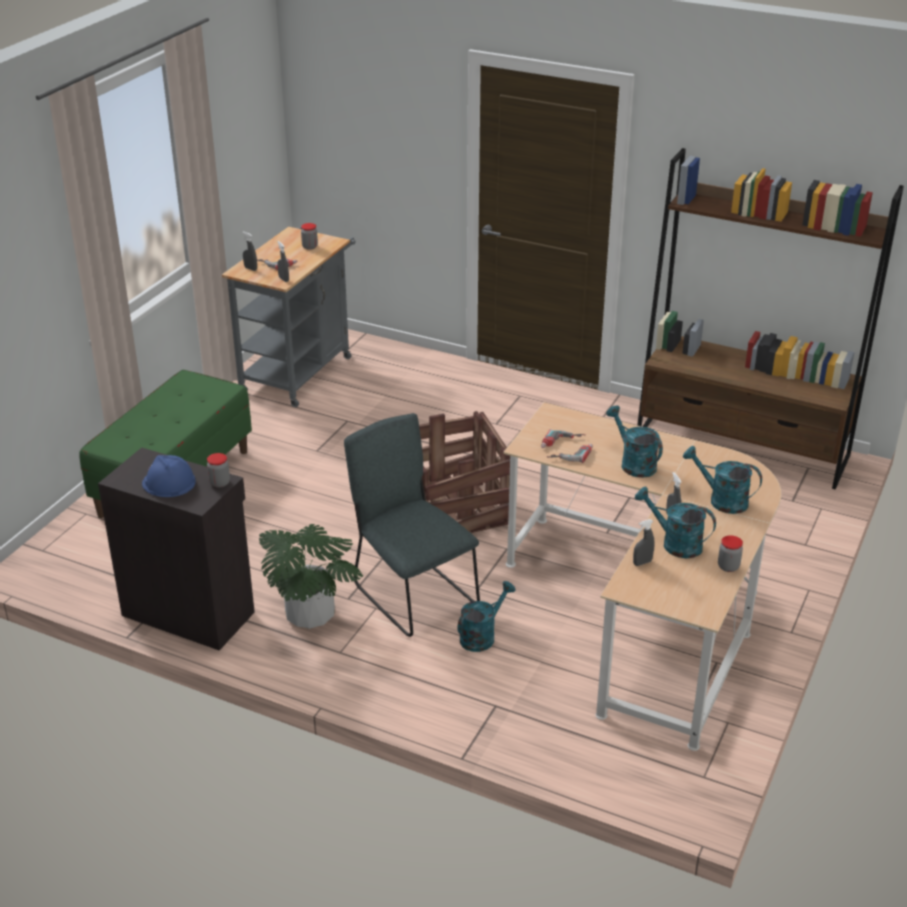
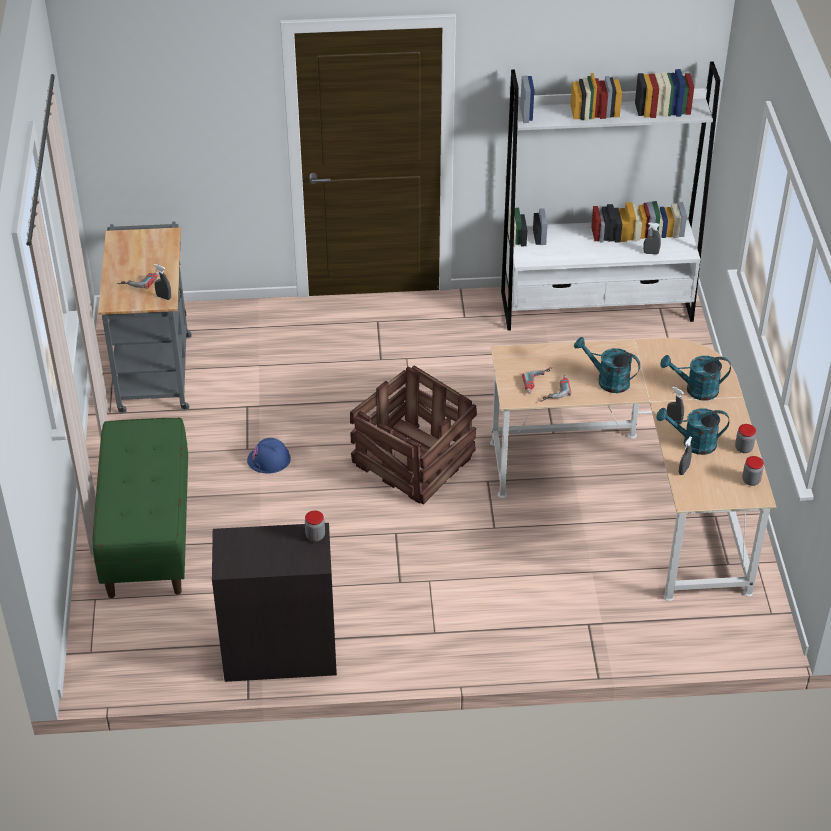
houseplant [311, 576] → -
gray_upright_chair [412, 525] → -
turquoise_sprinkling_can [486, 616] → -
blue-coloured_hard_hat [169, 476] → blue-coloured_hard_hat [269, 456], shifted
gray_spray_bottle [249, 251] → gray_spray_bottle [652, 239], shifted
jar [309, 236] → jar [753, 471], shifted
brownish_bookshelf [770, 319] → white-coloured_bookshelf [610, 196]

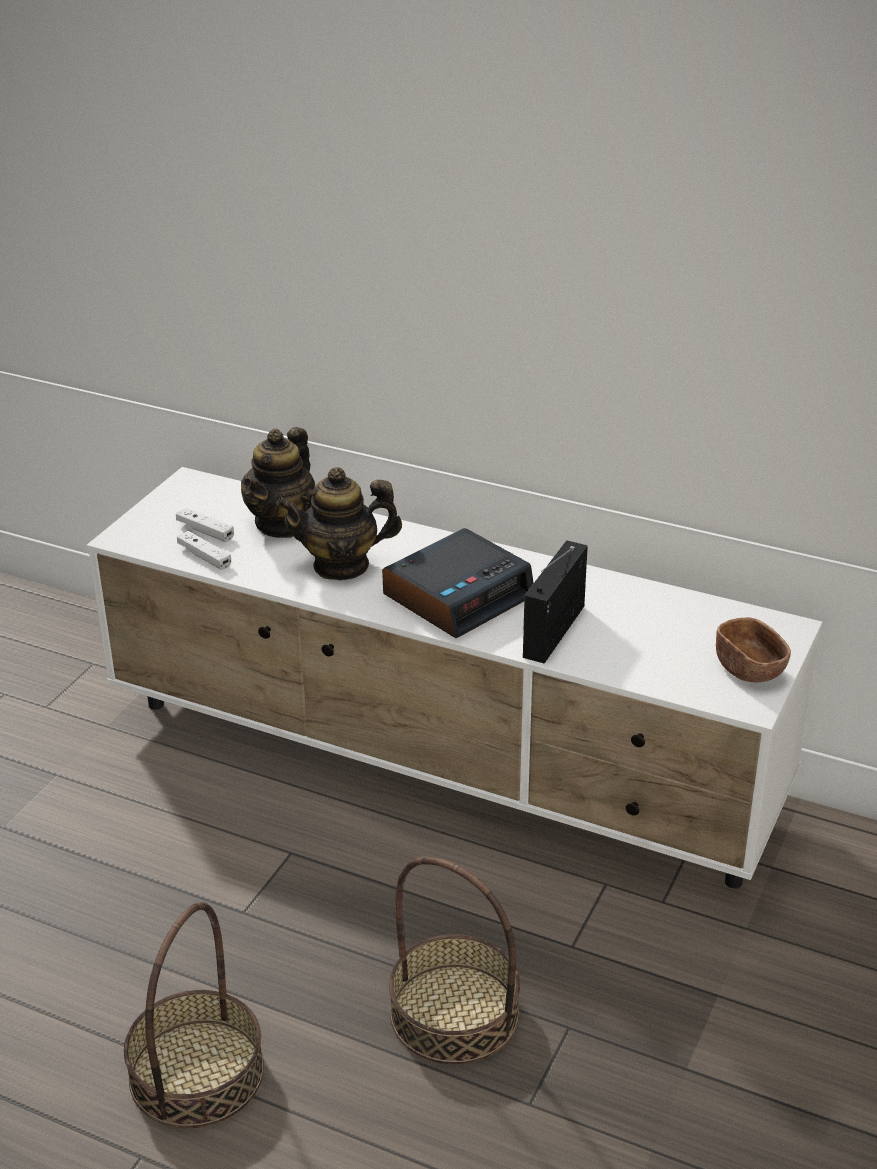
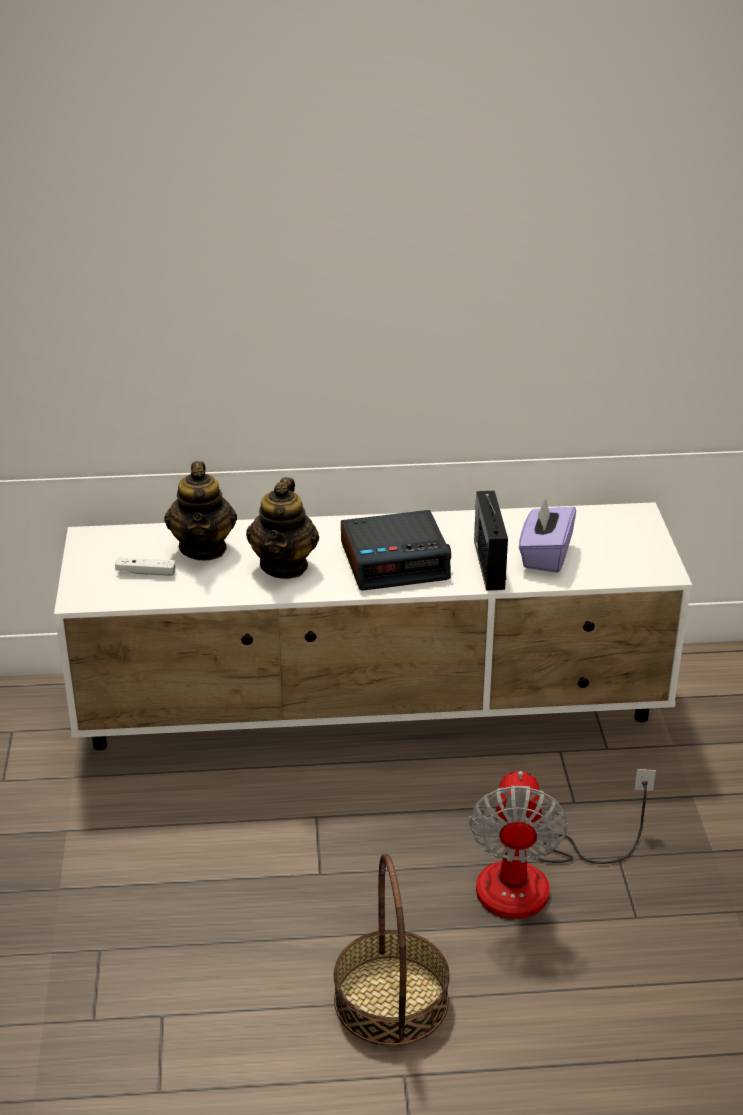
white-coloured_gamepad [204, 550] → -
brownish_deep_dish [753, 649] → -
- → purple-coloured_tissue_box [547, 535]
household_basket [454, 961] → fan [562, 844]
tea_pot [339, 524] → tea_pot [282, 528], 45 degrees counterclockwise
alarm_clock [457, 583] → alarm_clock [396, 550], 60 degrees clockwise

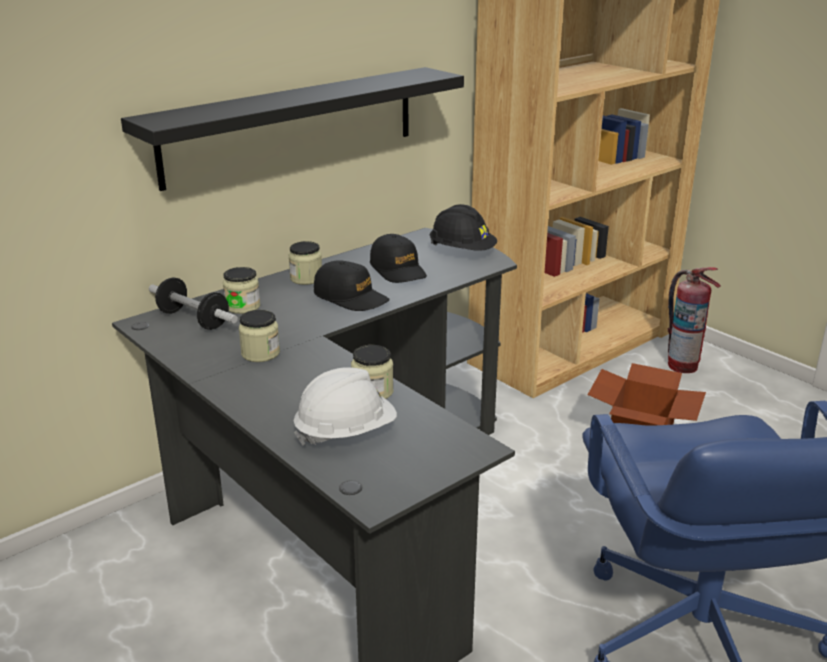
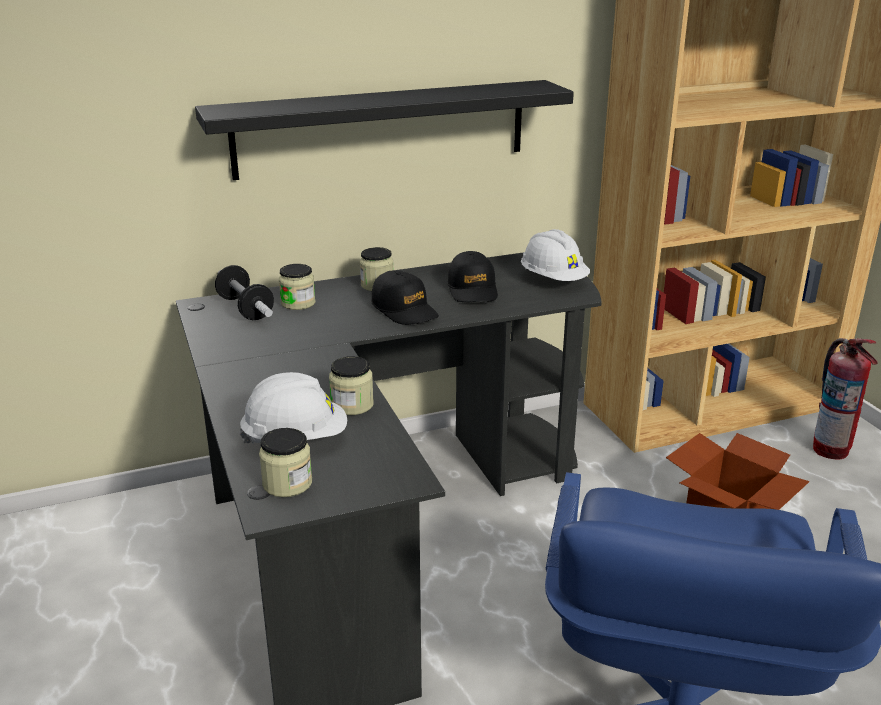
jar [259, 336] → jar [285, 462], shifted
black_hard_hat [463, 227] → white-coloured_hard_hat [555, 255]

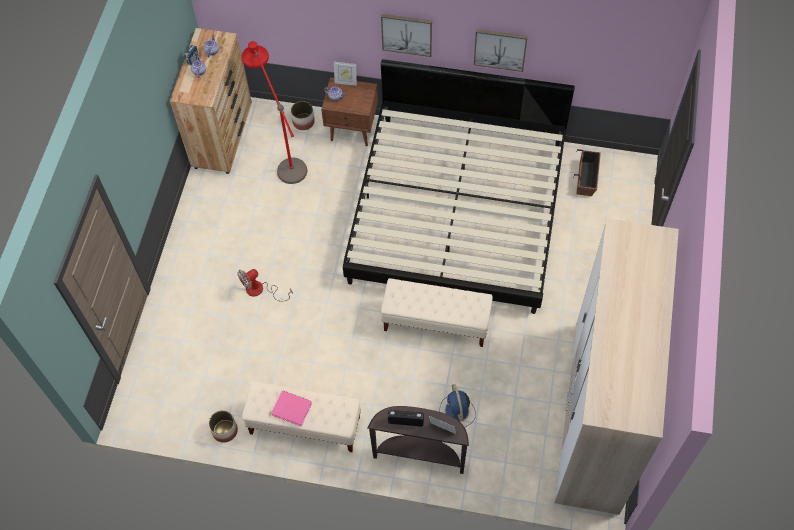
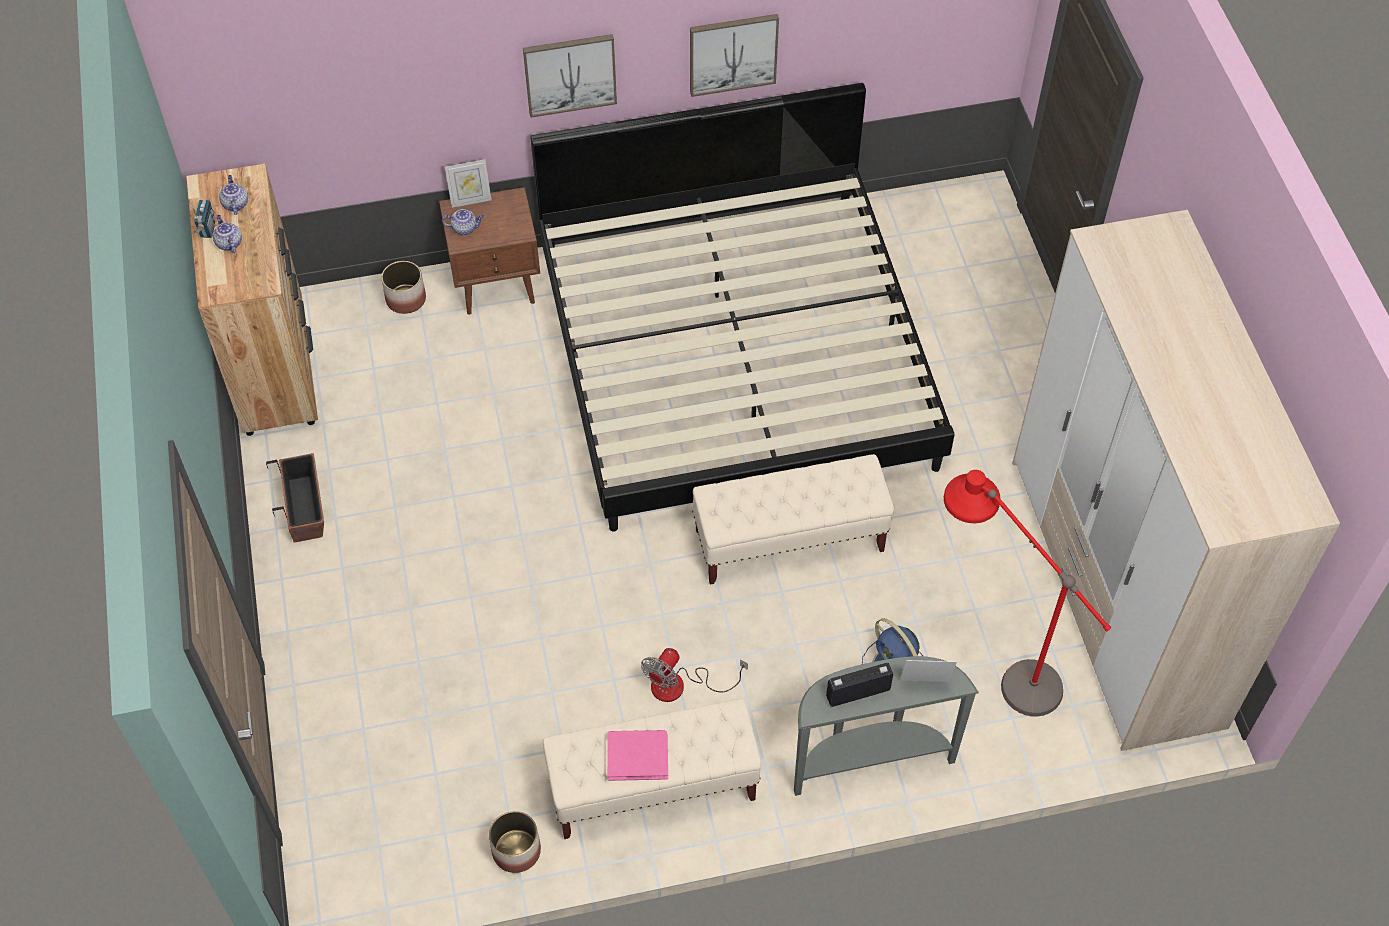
fan [265, 285] → fan [694, 675], shifted
red-coloured_standard_lamp [274, 112] → red-coloured_standard_lamp [1028, 593], shifted
flower_pot [587, 172] → flower_pot [295, 498], shifted
brownish_hall_table [418, 440] → gray_hall_table [886, 726]

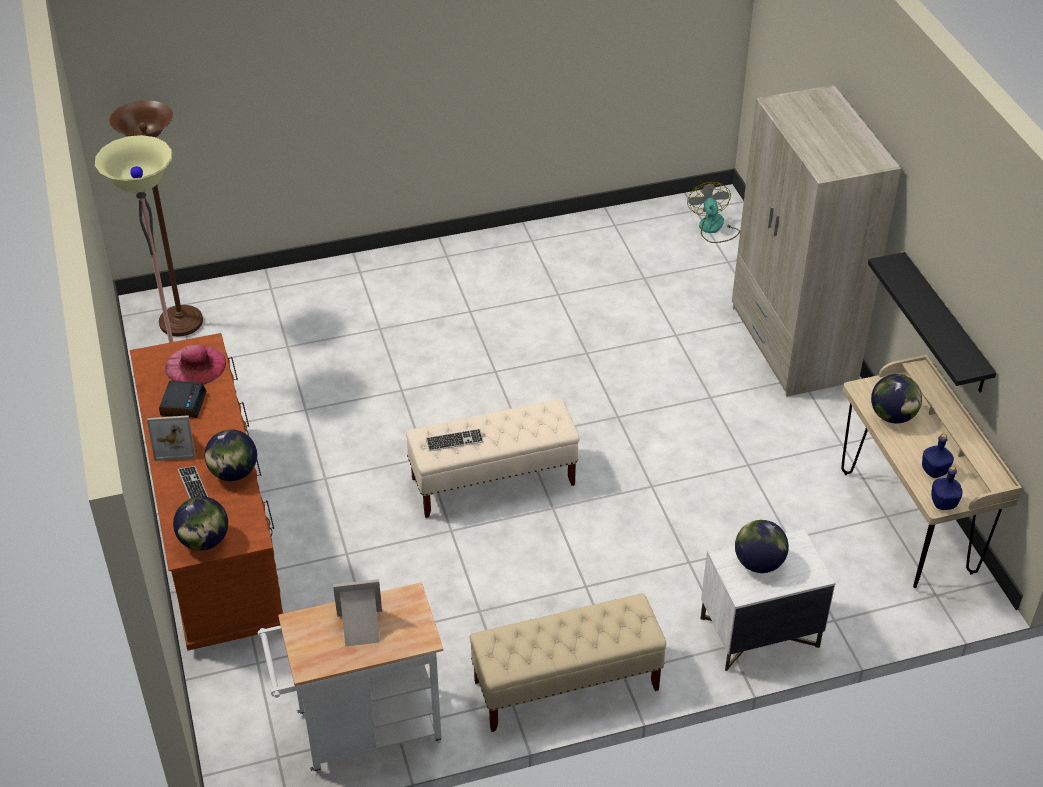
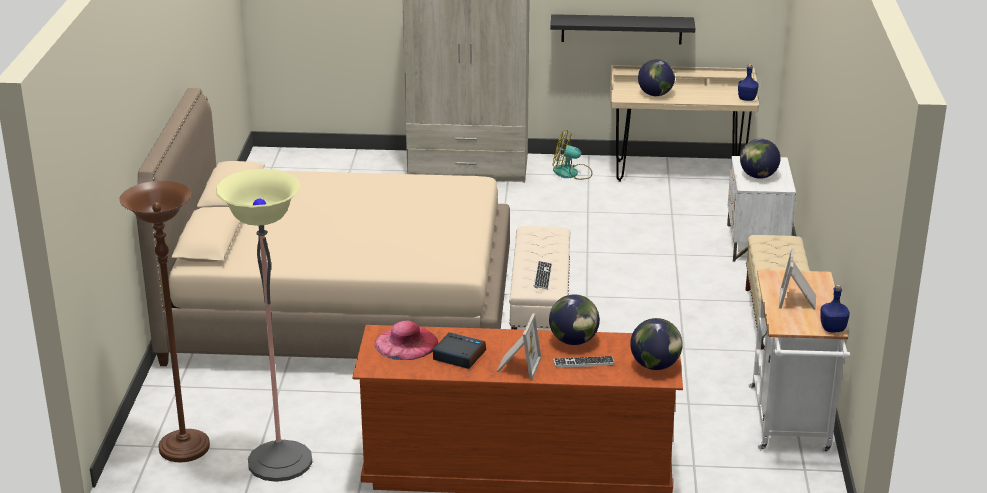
- → beige-coloured_bedroom_bed [323, 227]
fan [713, 212] → fan [572, 155], shifted
blue-coloured_beverage_bottle [938, 456] → blue-coloured_beverage_bottle [835, 308], shifted

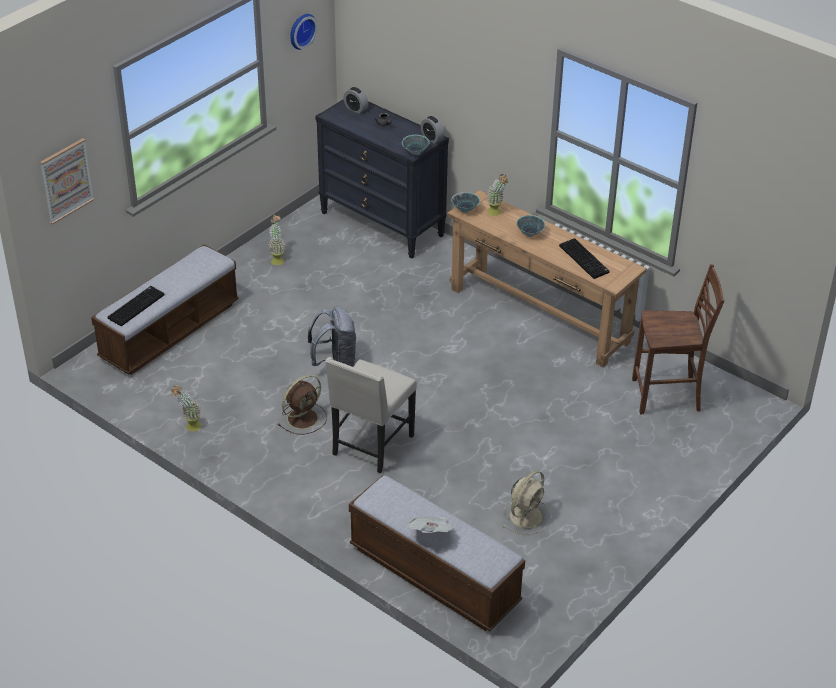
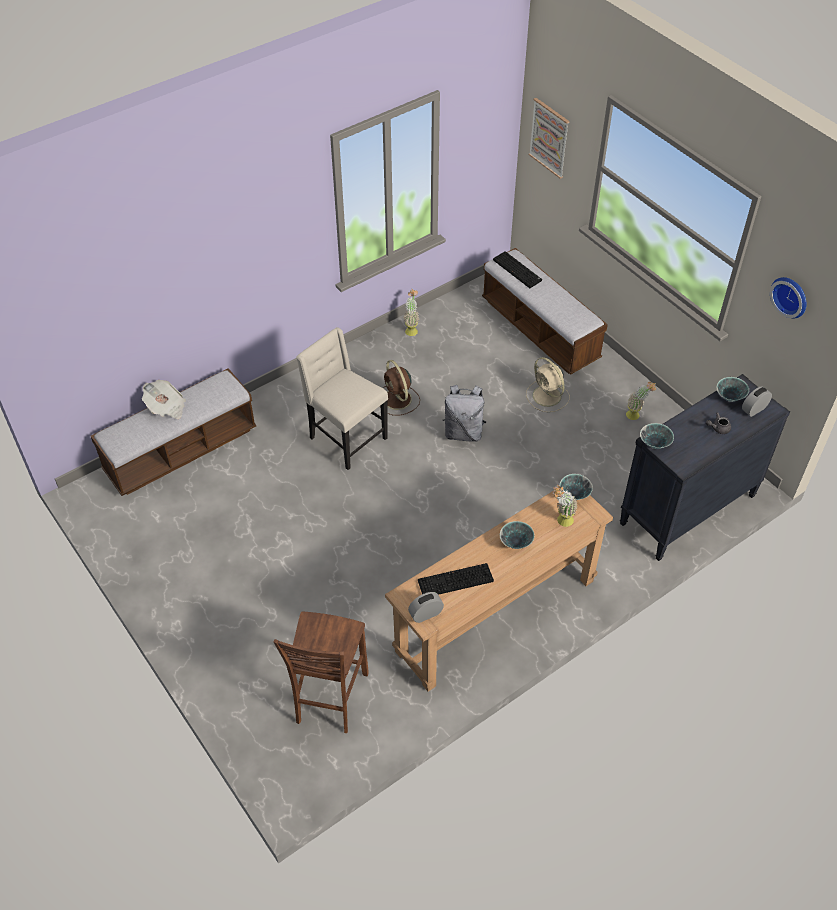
- → deep_dish [732, 389]
alarm_clock [433, 130] → alarm_clock [426, 607], shifted
beige-coloured_fan [527, 503] → beige-coloured_fan [548, 384], shifted

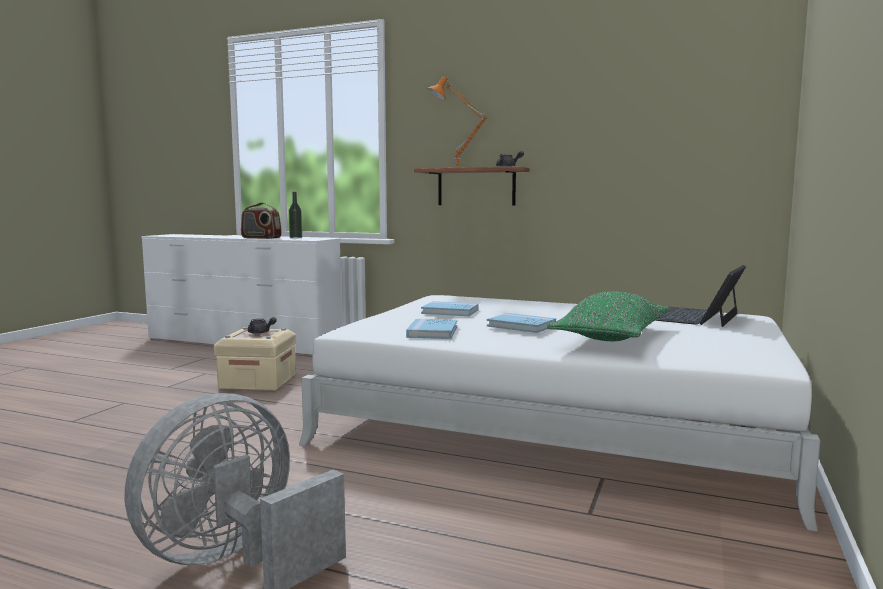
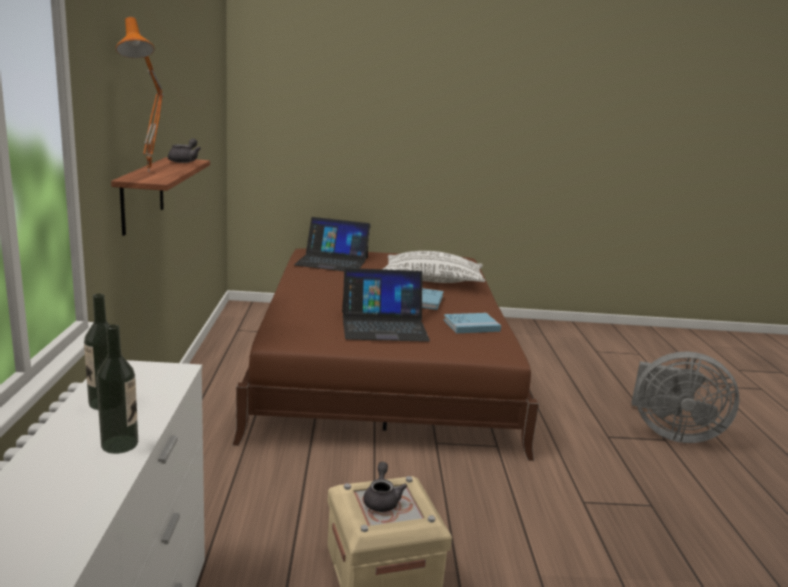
radio_receiver [261, 221] → beverage_bottle [117, 389]
blue-coloured_book [449, 308] → laptop [386, 305]
white-coloured_bedroom_bed [559, 413] → brownish_bedroom_bed [385, 354]
green_throw_pillow [609, 316] → white-coloured_throw_pillow [434, 267]

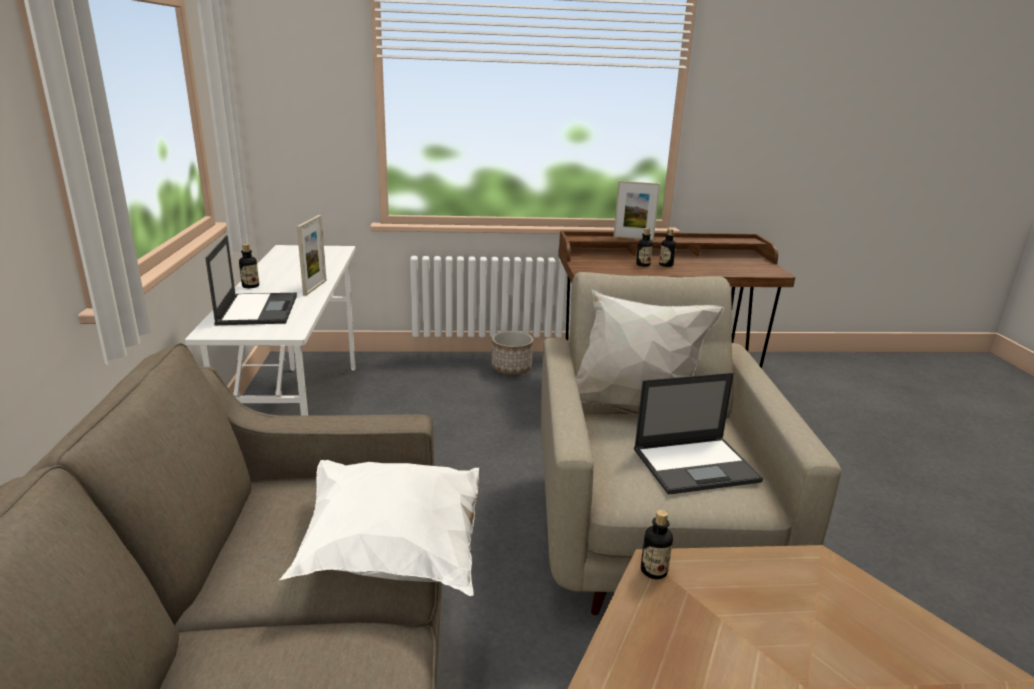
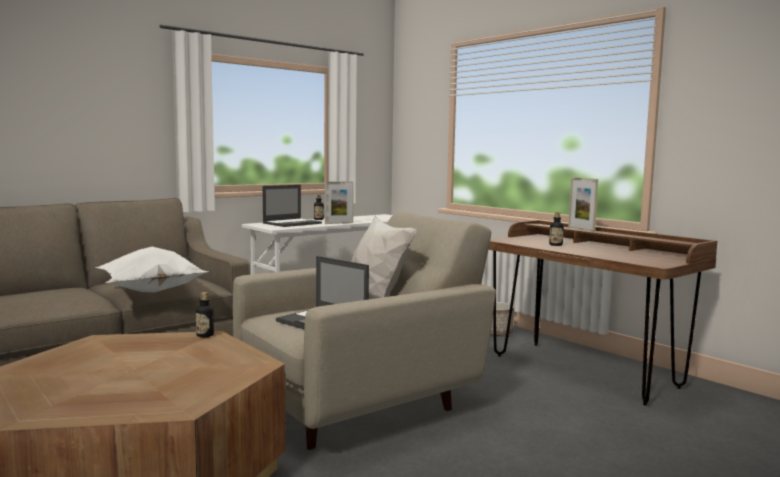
beverage_bottle [667, 248] → -

